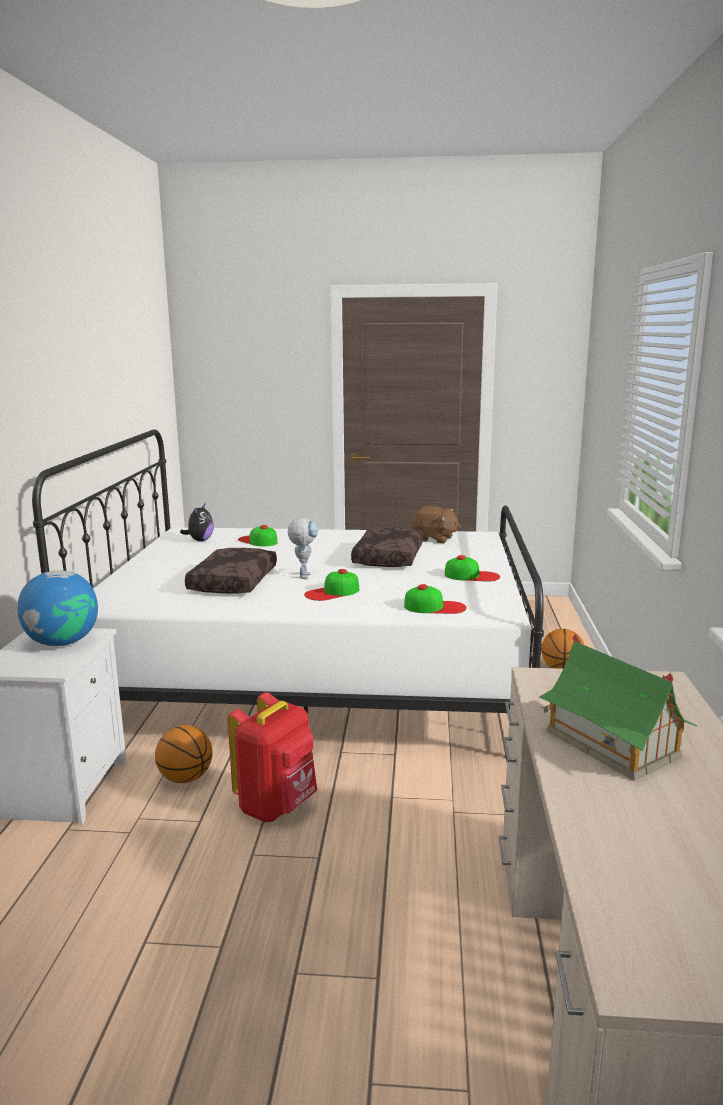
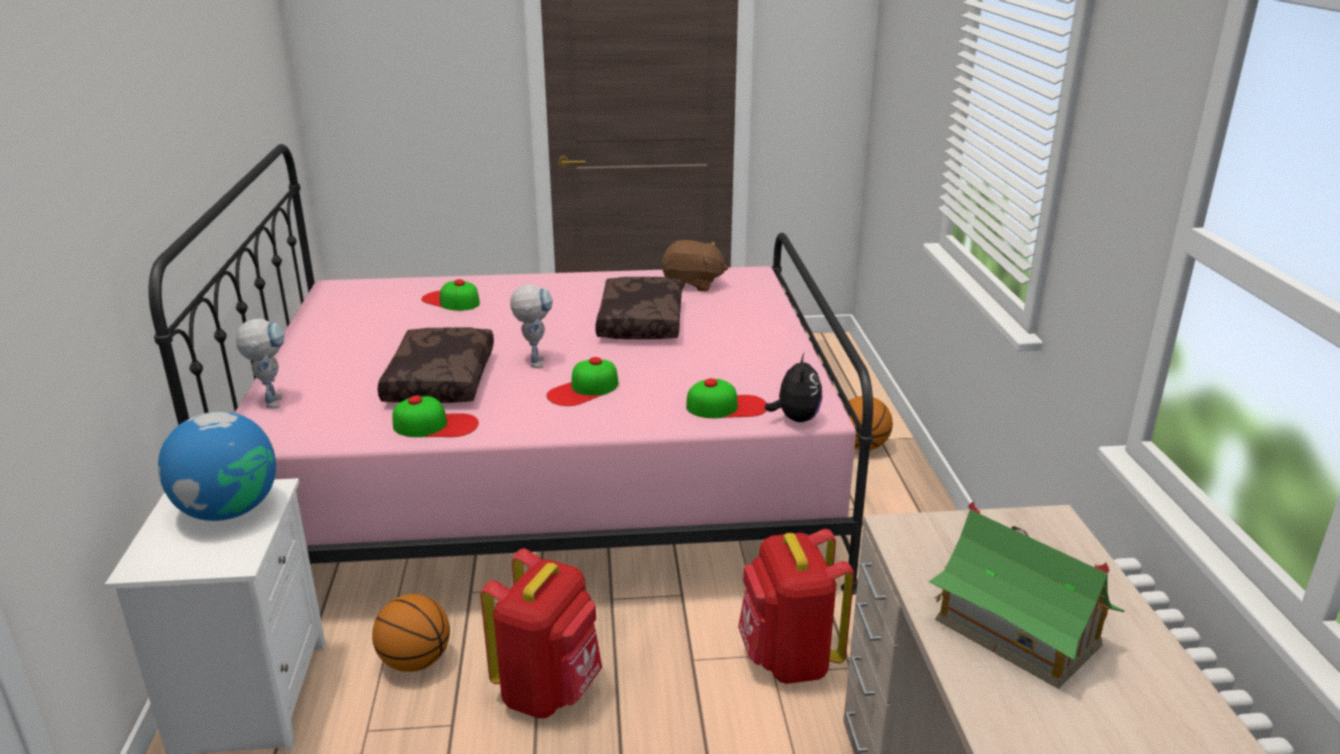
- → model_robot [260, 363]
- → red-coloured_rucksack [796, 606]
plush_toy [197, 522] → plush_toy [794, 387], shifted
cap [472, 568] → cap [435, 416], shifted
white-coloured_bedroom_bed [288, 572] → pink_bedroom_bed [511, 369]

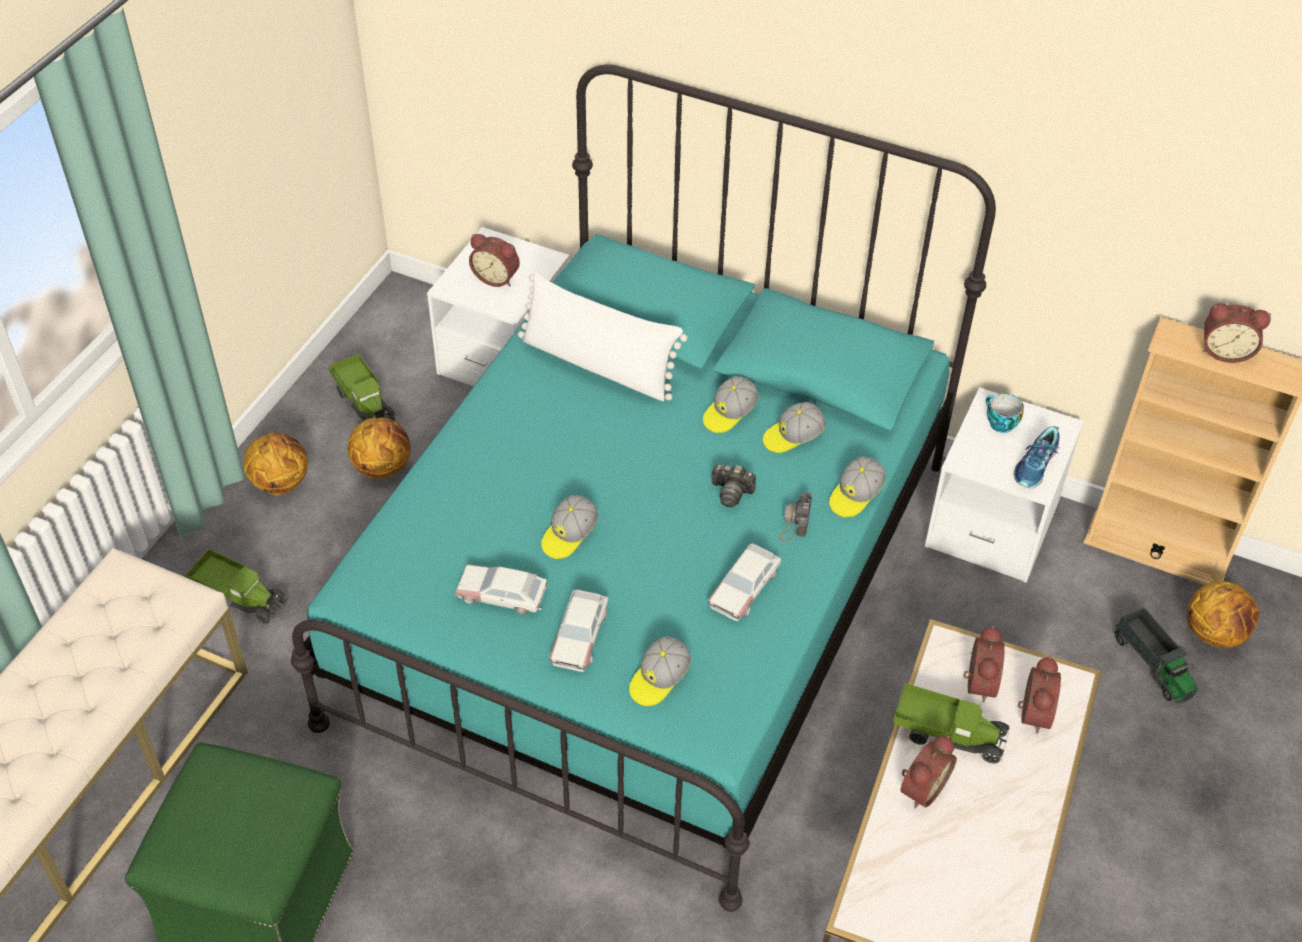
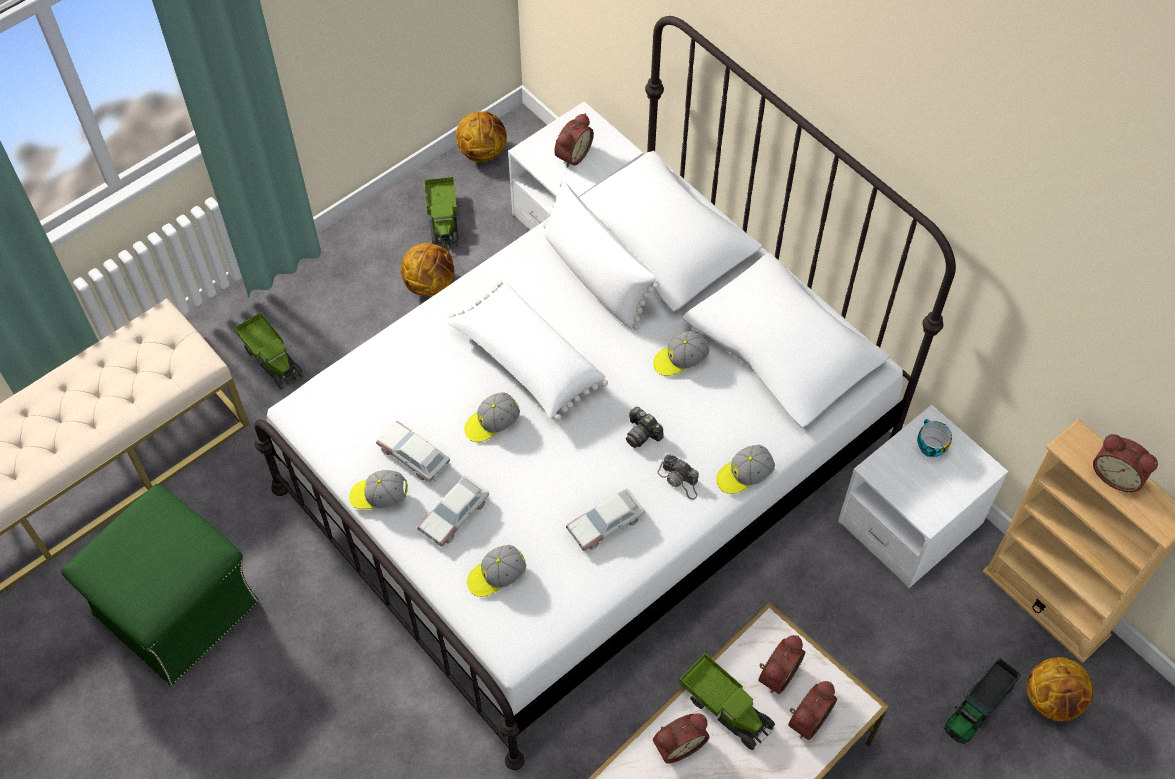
shoe [1037, 457] → -
- → white-coloured_throw_pillow [527, 351]
basketball [276, 463] → basketball [481, 136], shifted
cap [794, 427] → cap [378, 489], shifted
turquoise_bedroom_bed [643, 488] → white-coloured_bedroom_bed [605, 393]
alarm_clock [494, 260] → alarm_clock [574, 140], 105 degrees counterclockwise
photo_camera [795, 517] → photo_camera [678, 477], 90 degrees counterclockwise
toy_truck [1156, 655] → toy_truck [982, 701], 45 degrees clockwise

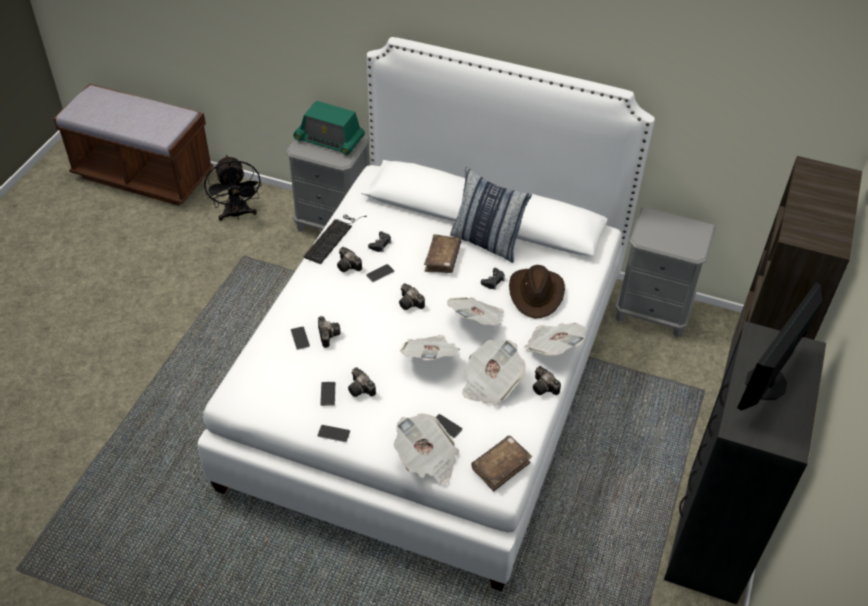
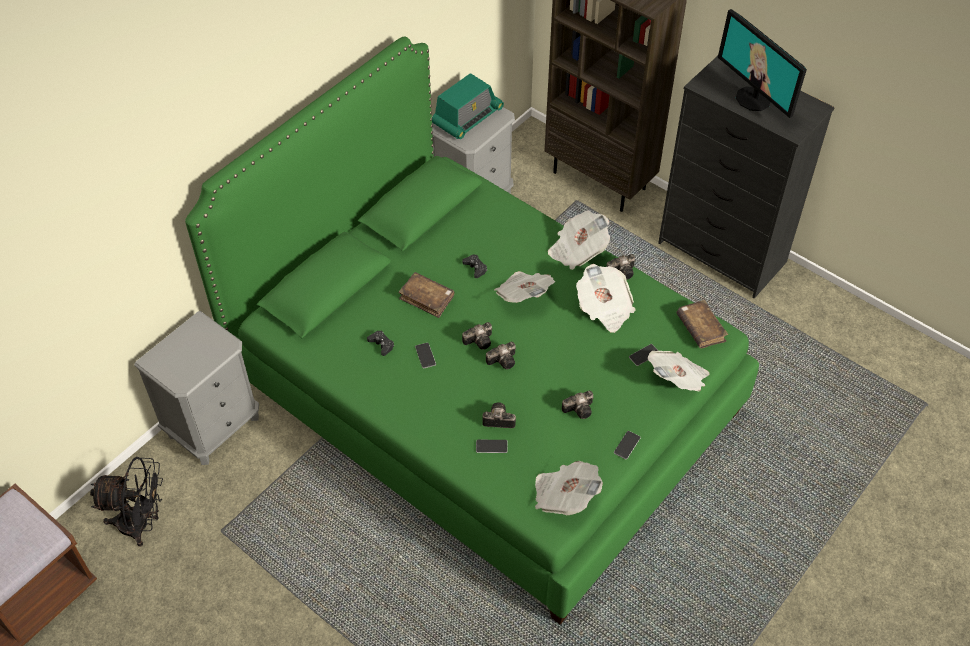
computer_keyboard [335, 240] → -
phone [328, 394] → -
throw_pillow [491, 215] → -
brownish_clothing_hat [537, 292] → -
radio_receiver [329, 128] → radio_receiver [468, 106], shifted
photo_camera [349, 259] → photo_camera [501, 355], shifted
daily_paper [430, 348] → daily_paper [569, 488], shifted
white-coloured_bedroom_bed [426, 314] → green_bedroom_bed [472, 331]

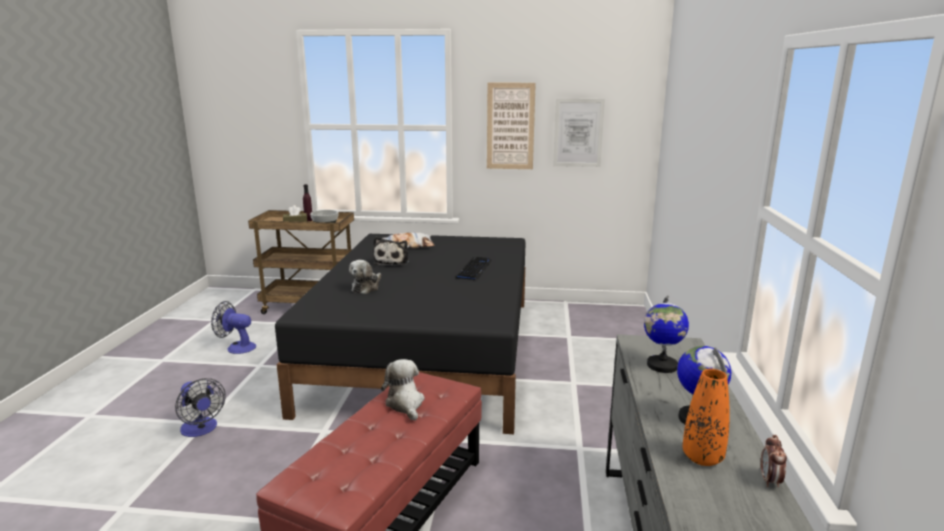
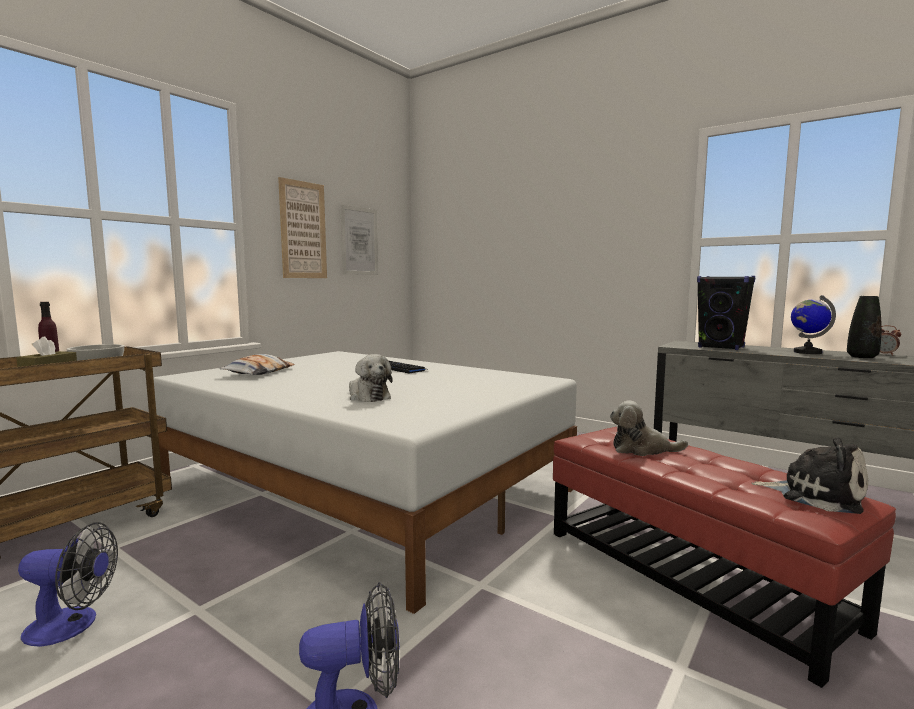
plush_toy [391, 251] → plush_toy [809, 475], shifted
globe [666, 334] → black_speaker [726, 313]
black_bedroom_bed [400, 334] → white-coloured_bedroom_bed [365, 482]
orange-coloured_vase [706, 417] → black_vase [864, 327]
fan [233, 327] → fan [68, 584], 135 degrees counterclockwise

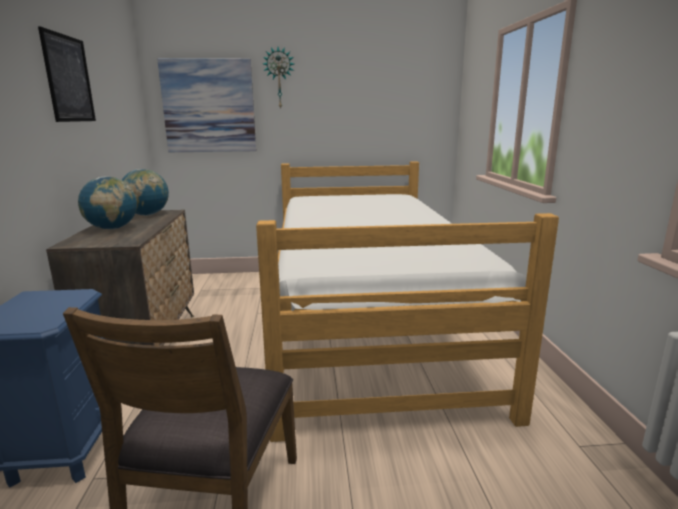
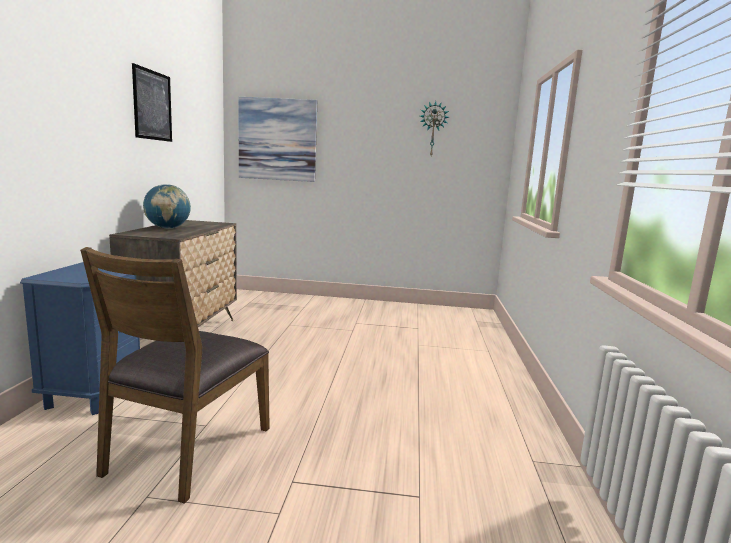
globe [145, 192] → -
bedroom_bed [407, 301] → -
clock_on_the_wall [278, 78] → clock_on_the_wall [434, 128], shifted

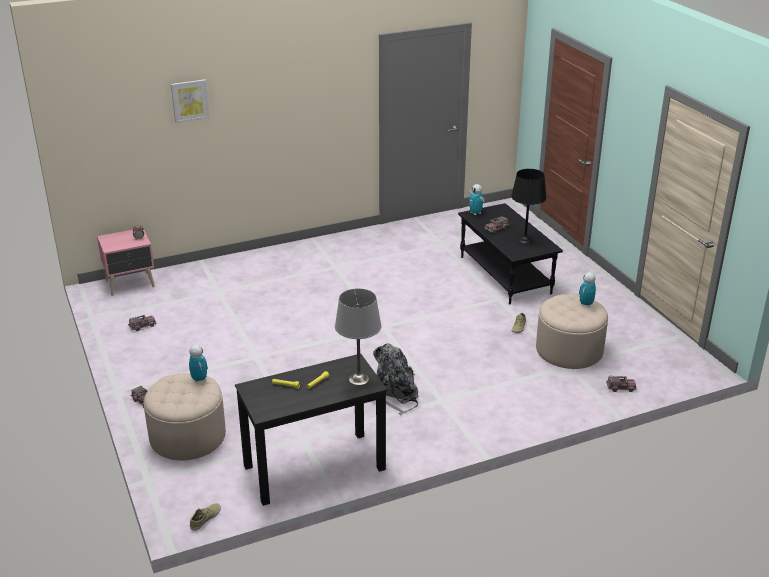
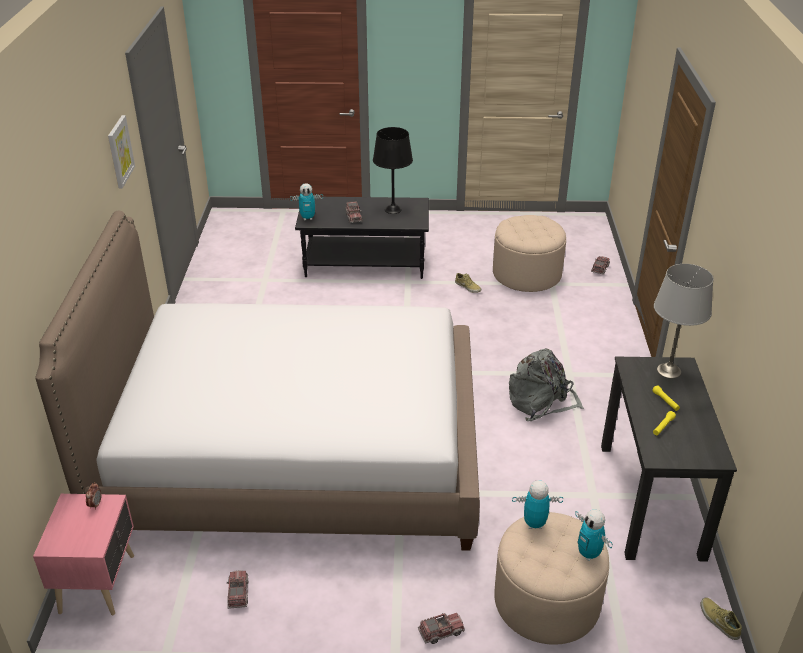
- → bedroom_bed [257, 381]
wall_picture [190, 101] → wall_picture [121, 151], shifted
model_robot [587, 289] → model_robot [594, 535], shifted

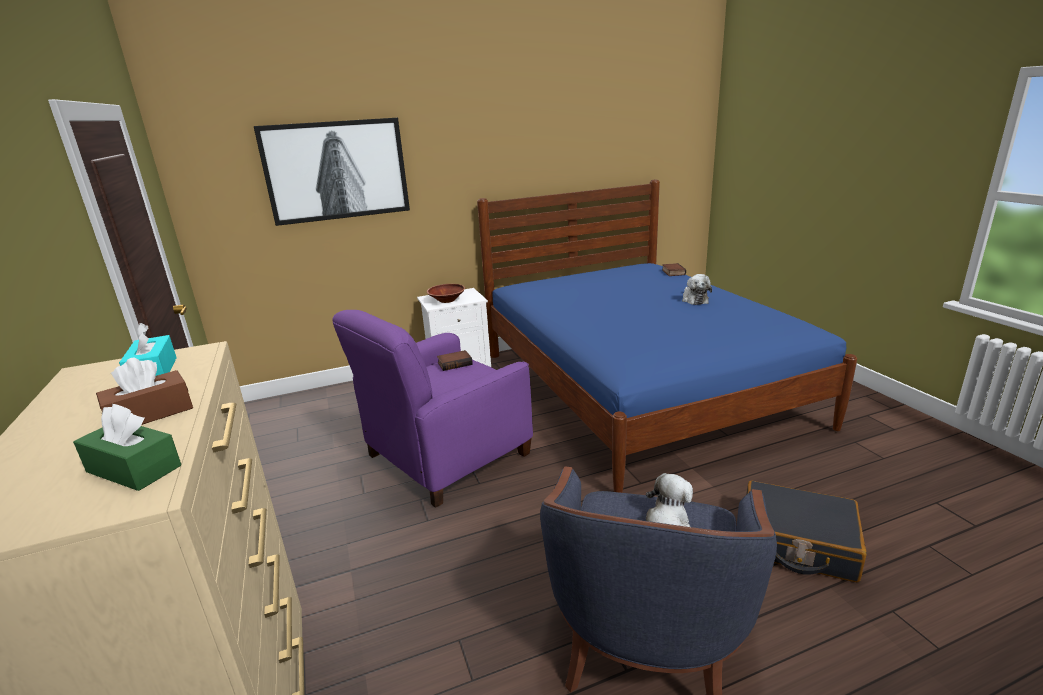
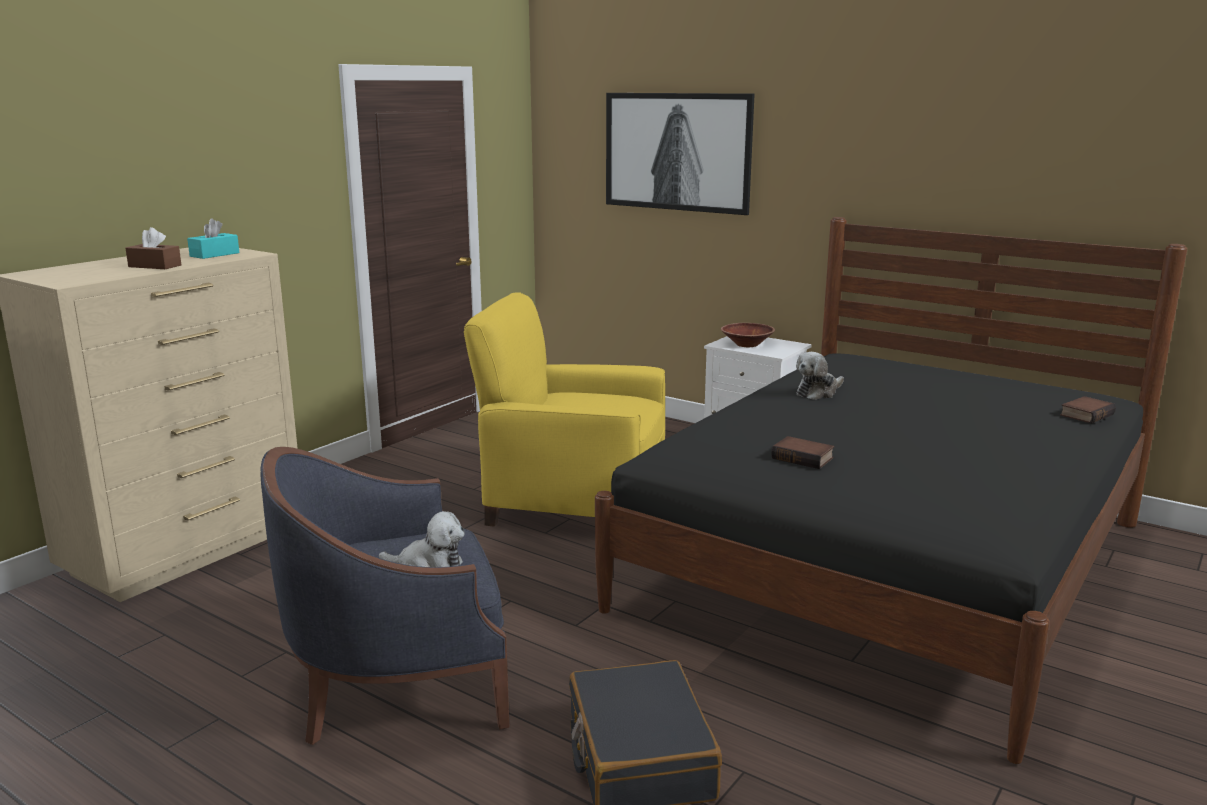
green_tissue_box [127, 447] → -
book [455, 360] → book [802, 452], shifted
plush_toy [697, 289] → plush_toy [820, 376], shifted
purple-coloured_lounge_chair [432, 409] → yellow_lounge_chair [564, 409]
blue-coloured_bedroom_bed [667, 336] → black_bedroom_bed [891, 490]

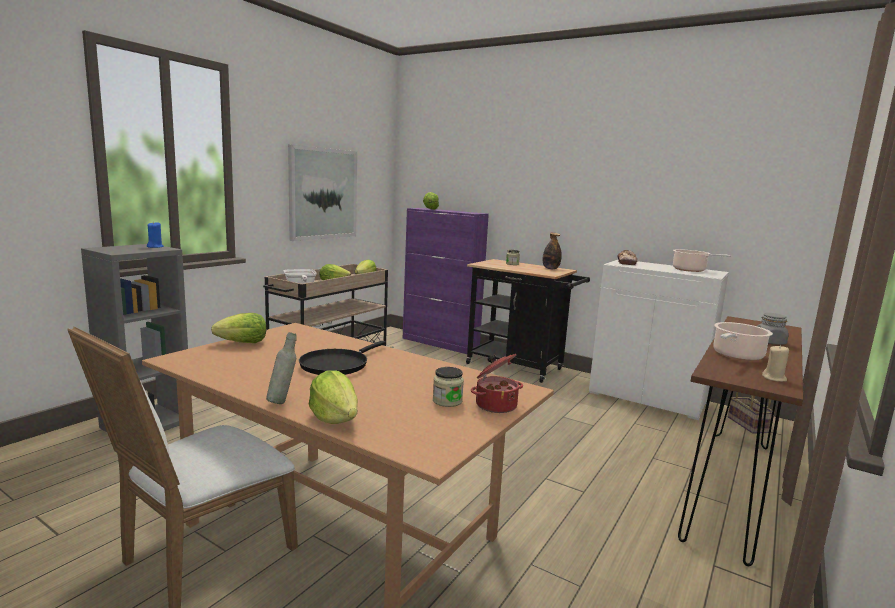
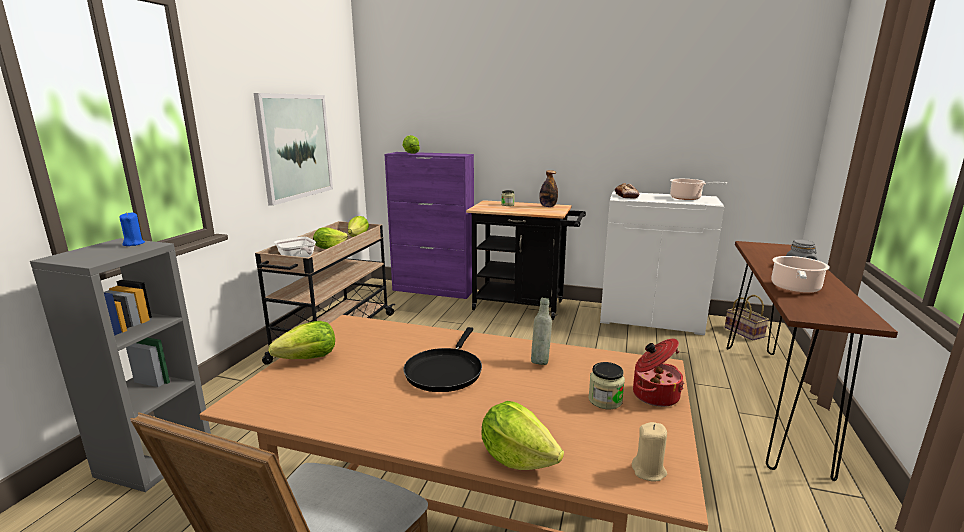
gray_beverage_bottle [281, 368] → gray_beverage_bottle [541, 331], shifted
beige-coloured_candle [775, 363] → beige-coloured_candle [649, 452], shifted

